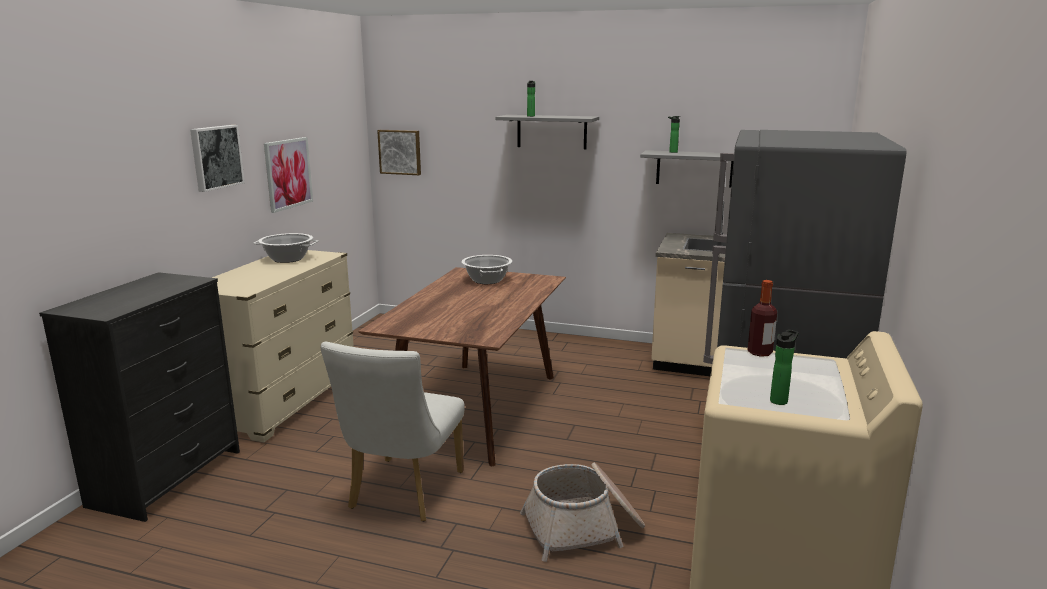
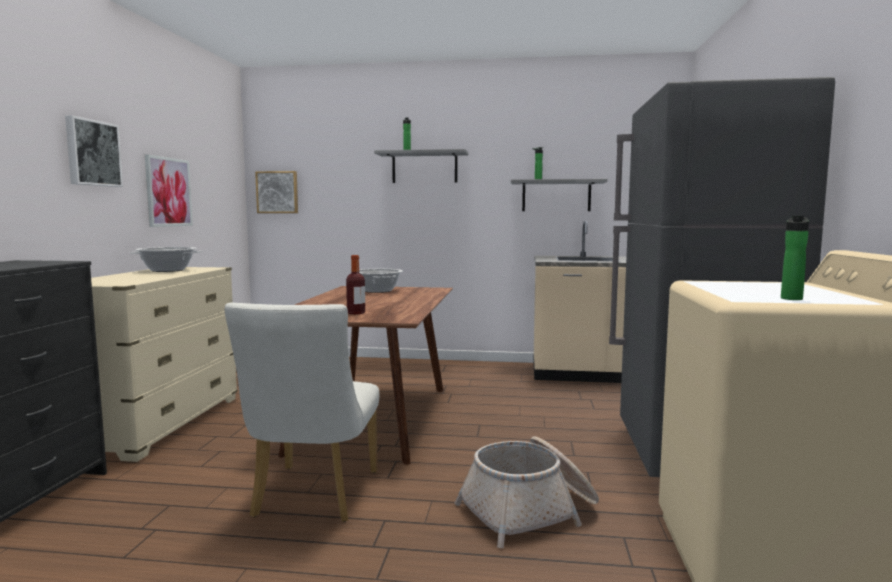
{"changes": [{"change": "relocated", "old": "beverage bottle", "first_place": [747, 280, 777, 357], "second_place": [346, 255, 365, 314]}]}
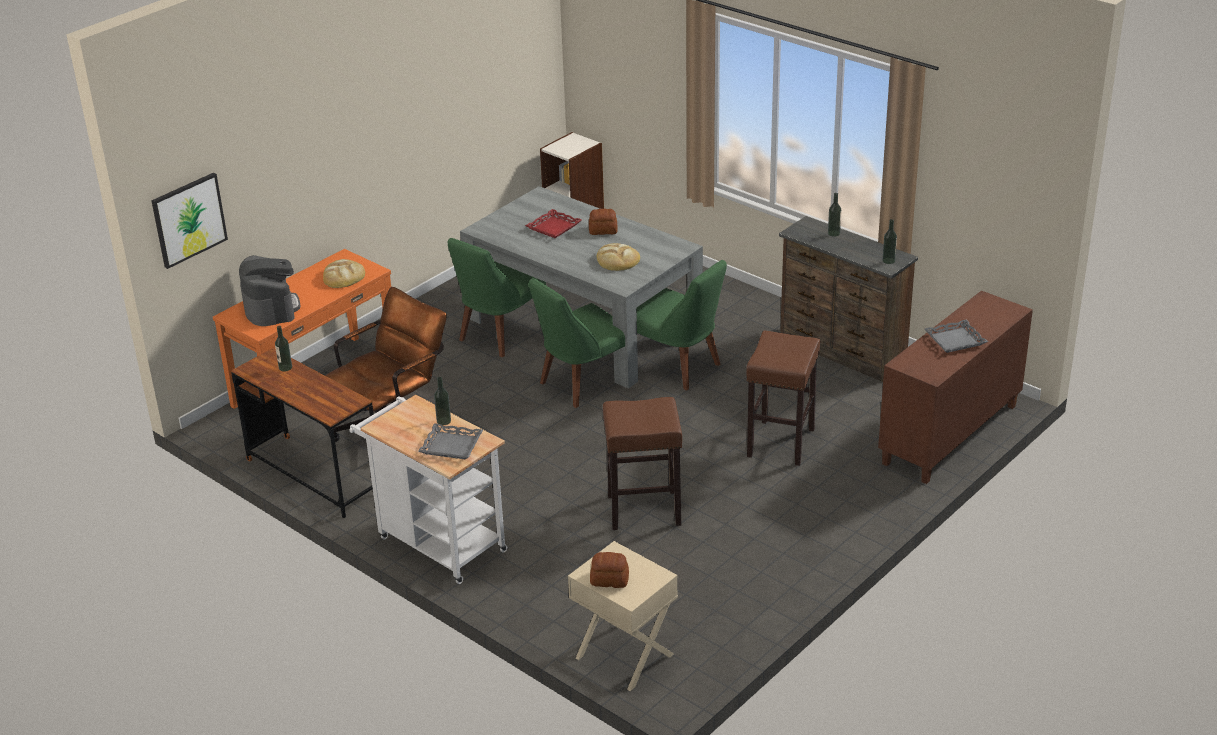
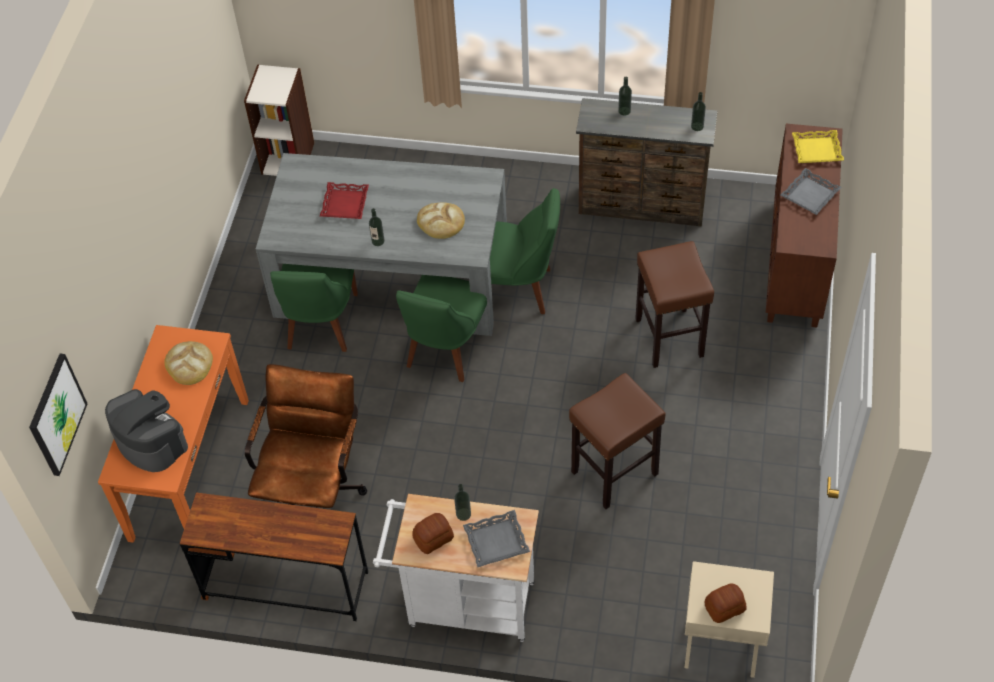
{"changes": [{"change": "relocated", "old": "beverage bottle", "first_place": [275, 326, 292, 372], "second_place": [369, 208, 385, 246]}, {"change": "relocated", "old": "bakery bread", "first_place": [589, 209, 618, 235], "second_place": [412, 513, 454, 554]}, {"change": "appeared", "new": "yellowish carrying tray", "second_place": [792, 130, 844, 163]}]}
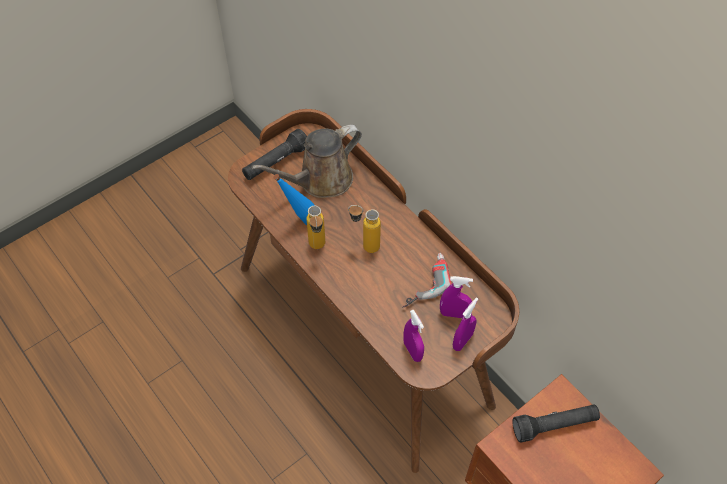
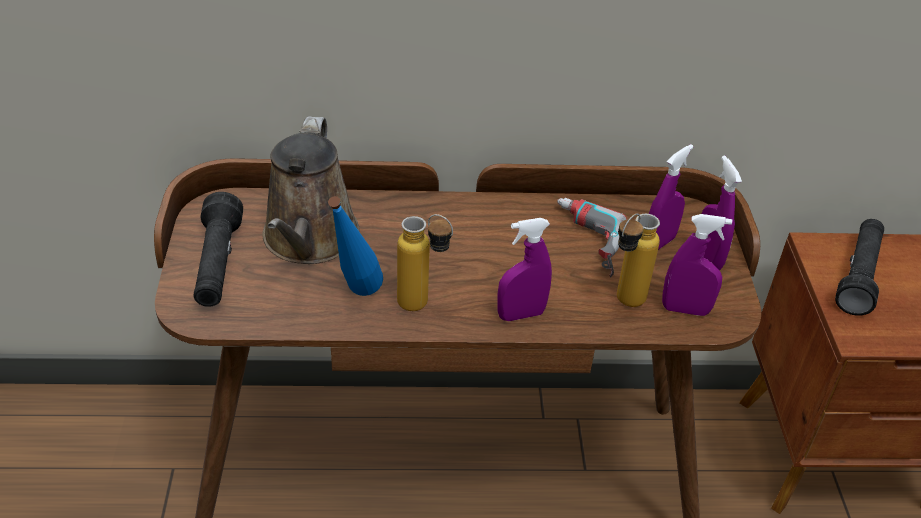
{"changes": [{"change": "relocated", "old": "beverage bottle", "first_place": [348, 205, 381, 253], "second_place": [617, 214, 660, 307]}, {"change": "appeared", "new": "purple-coloured spray bottle", "second_place": [497, 218, 552, 321]}]}
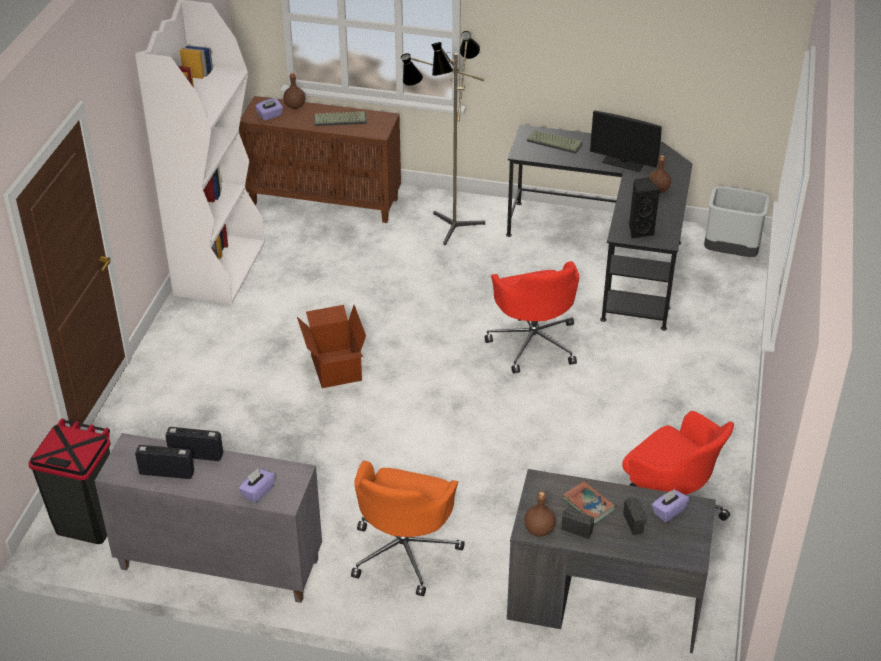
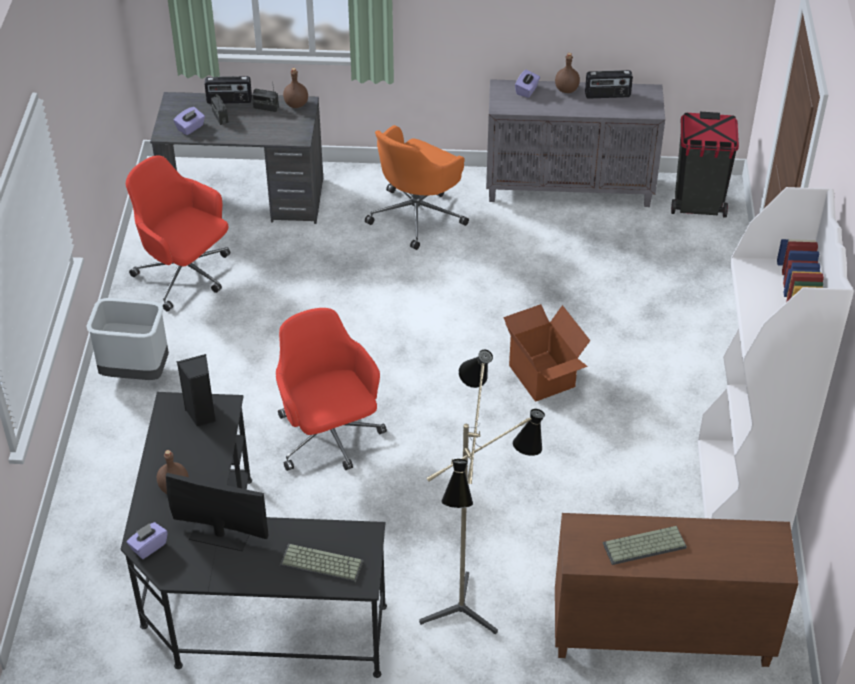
{"changes": [{"change": "relocated", "old": "radio set", "first_place": [165, 427, 223, 461], "second_place": [205, 76, 252, 104]}, {"change": "relocated", "old": "purple-coloured box of tissues", "first_place": [255, 98, 283, 121], "second_place": [126, 522, 168, 559]}, {"change": "relocated", "old": "brown-coloured beverage bottle", "first_place": [283, 73, 305, 109], "second_place": [555, 53, 580, 93]}, {"change": "spun", "old": "orange-coloured desk chair", "first_place": [351, 461, 465, 596], "second_place": [365, 125, 469, 250], "degrees": -150}, {"change": "missing", "old": "volume", "first_place": [563, 481, 616, 525]}, {"change": "relocated", "old": "grey rubbish bin", "first_place": [704, 186, 770, 257], "second_place": [87, 298, 169, 380]}]}
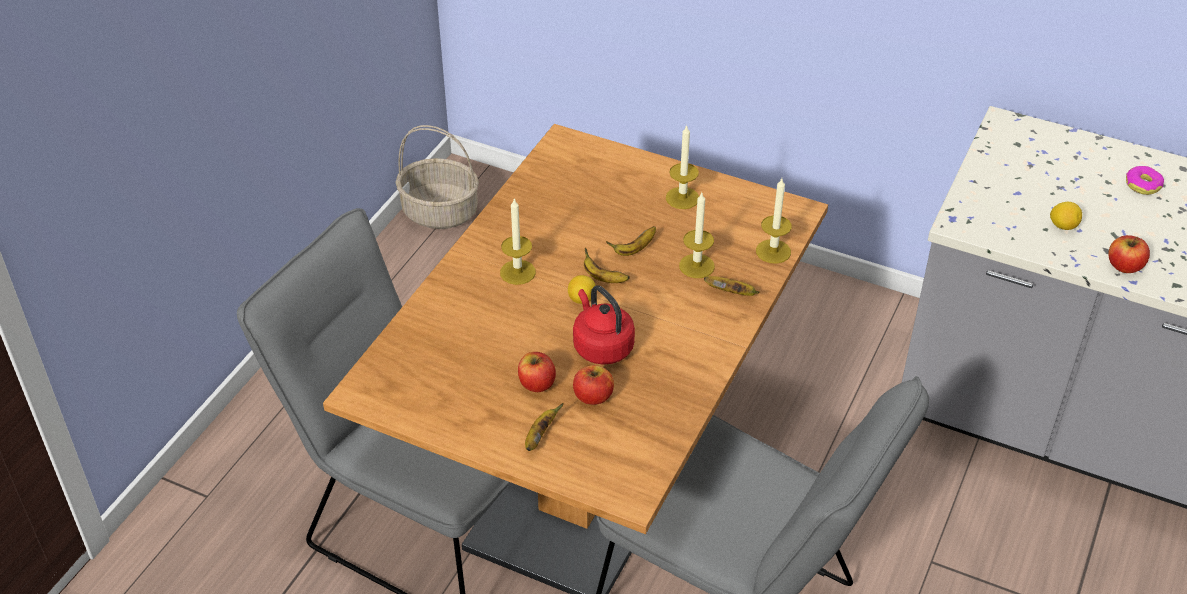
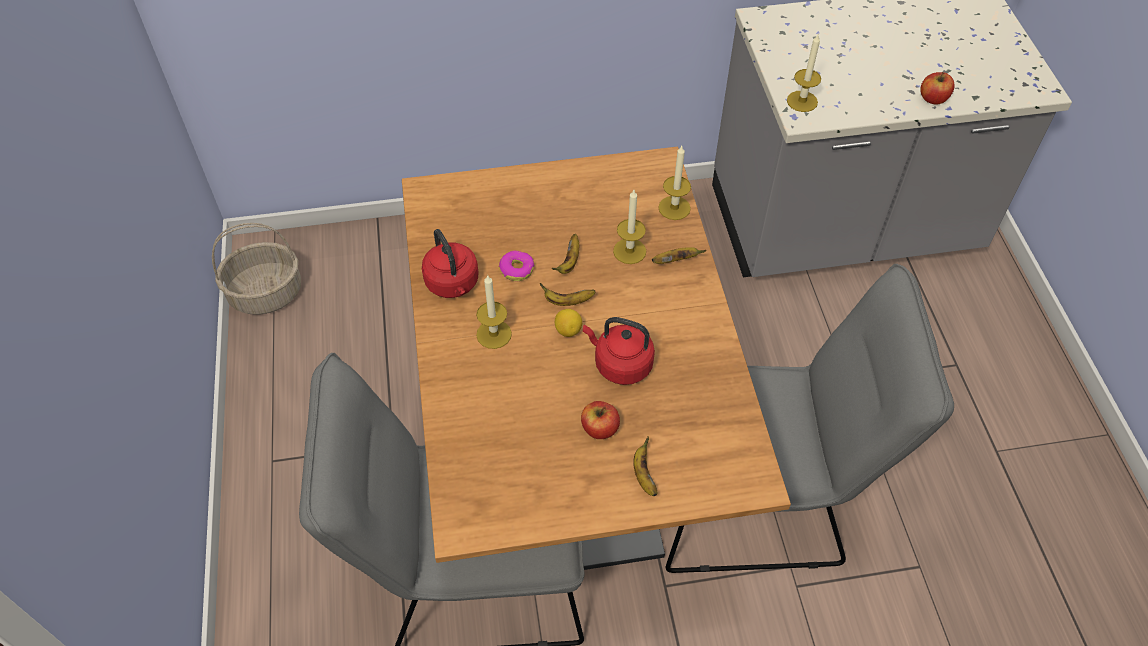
{"changes": [{"change": "missing", "old": "whole apple", "first_place": [573, 365, 614, 405]}, {"change": "relocated", "old": "wax candle", "first_place": [666, 125, 699, 209], "second_place": [787, 33, 821, 112]}, {"change": "missing", "old": "lemon", "first_place": [1050, 202, 1082, 230]}, {"change": "relocated", "old": "donut", "first_place": [1126, 166, 1164, 195], "second_place": [499, 251, 535, 281]}, {"change": "appeared", "new": "reddish water kettle", "second_place": [422, 229, 479, 298]}]}
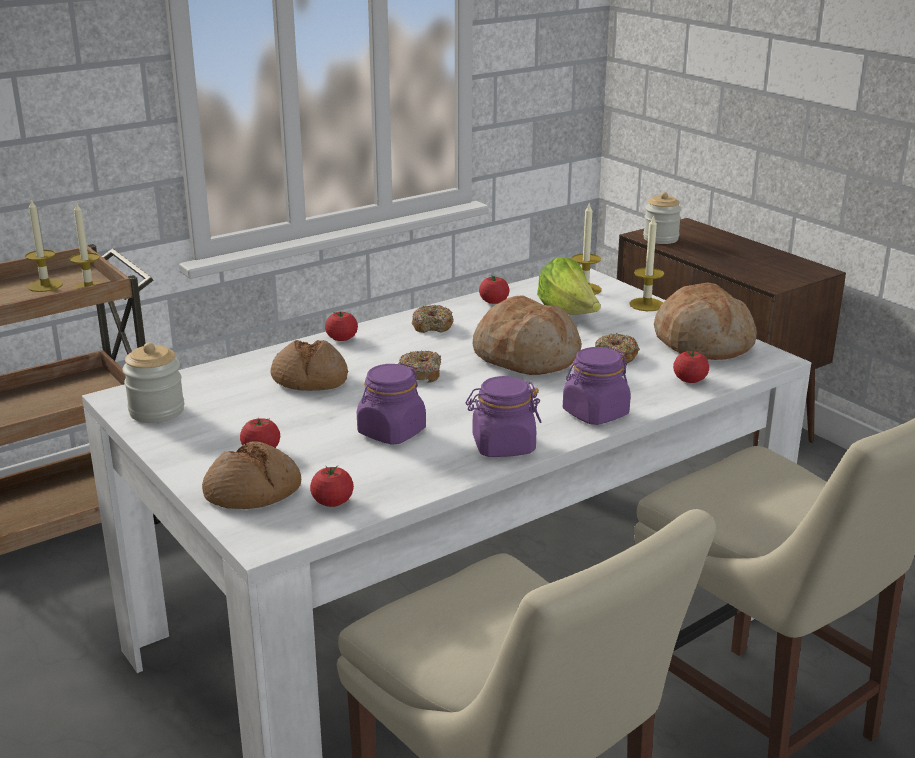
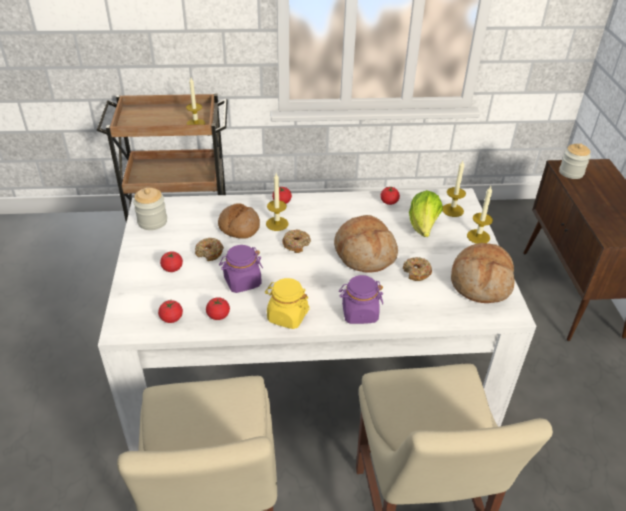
{"changes": [{"change": "relocated", "old": "wax candle", "first_place": [25, 199, 63, 292], "second_place": [266, 173, 288, 231]}, {"change": "missing", "old": "bakery bread", "first_place": [202, 442, 301, 509]}, {"change": "relocated", "old": "donut", "first_place": [412, 305, 454, 333], "second_place": [195, 238, 224, 261]}, {"change": "colour", "old": "purple-coloured preserve jar", "new": "yellowish preserve jar", "first_place": [466, 376, 542, 457], "second_place": [265, 278, 310, 329]}, {"change": "relocated", "old": "whole tomato", "first_place": [673, 350, 709, 383], "second_place": [206, 297, 230, 320]}]}
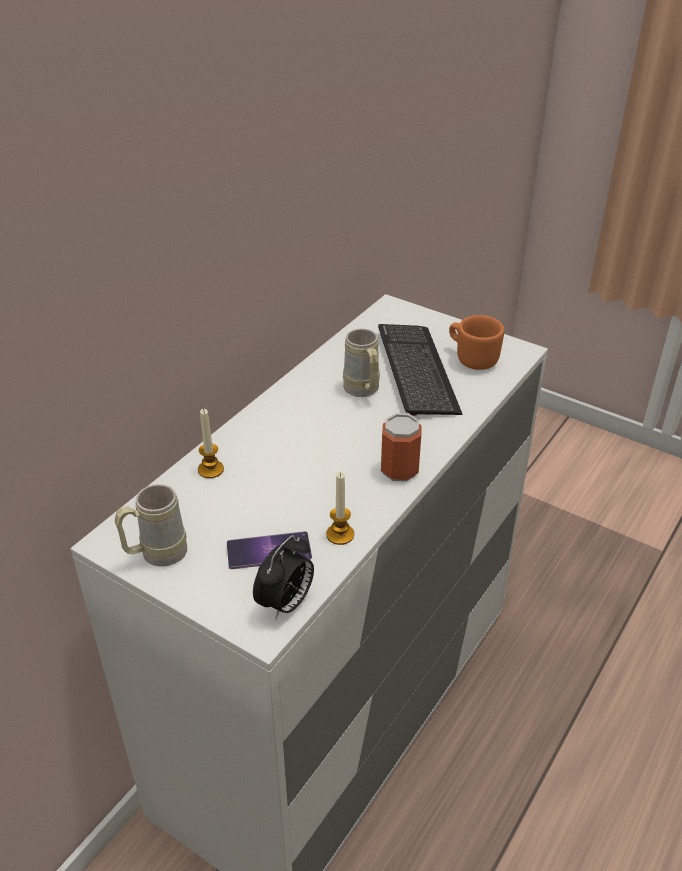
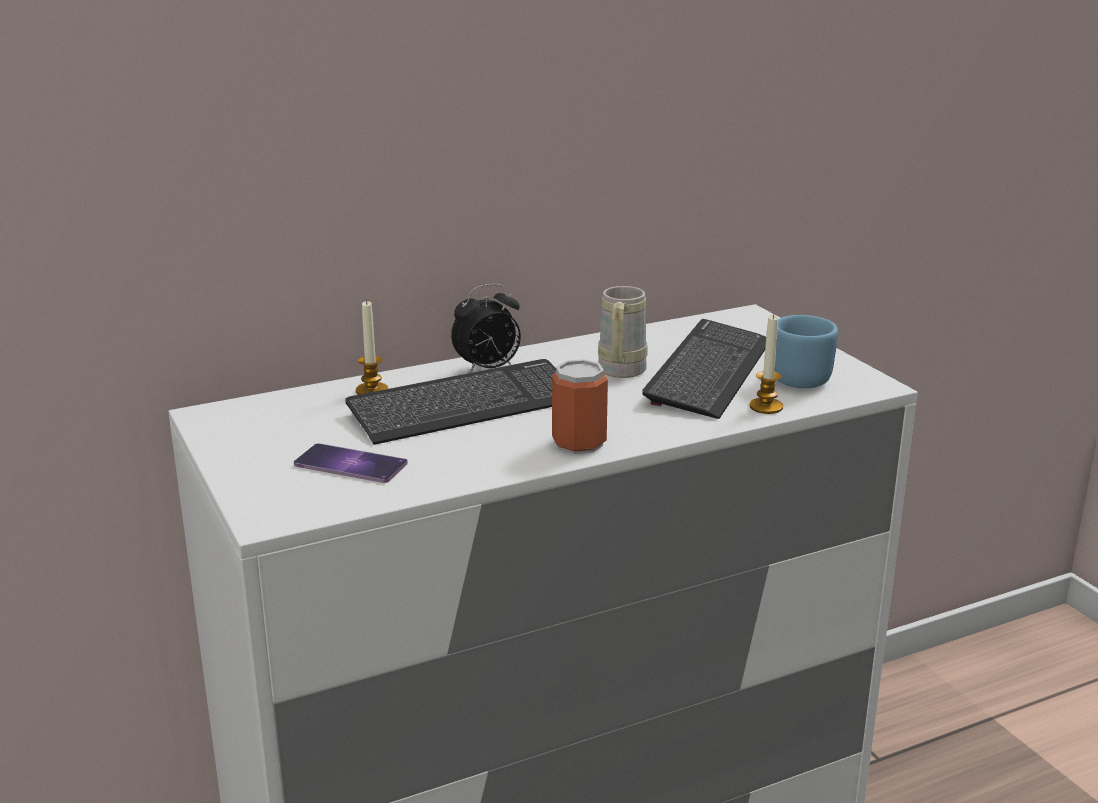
{"changes": [{"change": "missing", "old": "sand-coloured coffee mug", "first_place": [115, 484, 187, 567]}, {"change": "relocated", "old": "bedside clock", "first_place": [253, 535, 314, 620], "second_place": [451, 284, 521, 373]}, {"change": "relocated", "old": "wax candle", "first_place": [326, 472, 354, 545], "second_place": [749, 314, 783, 414]}, {"change": "colour", "old": "orange-coloured coffee mug", "new": "blue-coloured coffee mug", "first_place": [449, 315, 504, 370], "second_place": [775, 315, 838, 388]}, {"change": "appeared", "new": "keyboard", "second_place": [345, 359, 556, 445]}]}
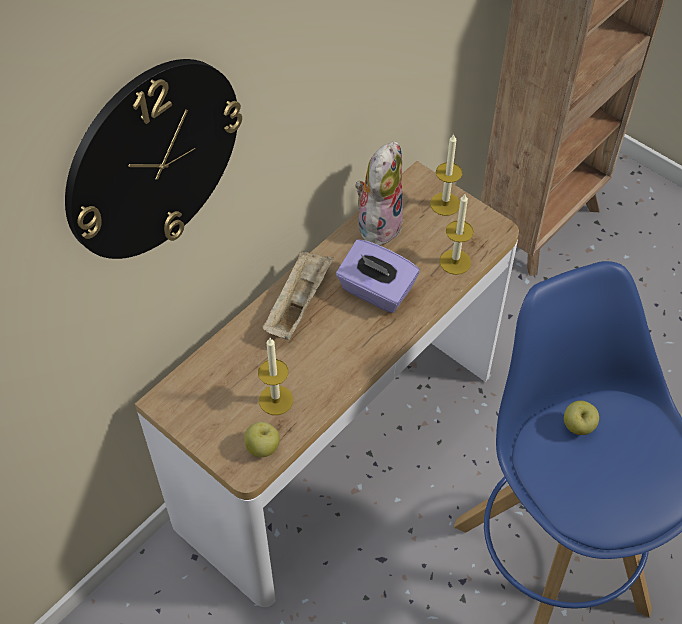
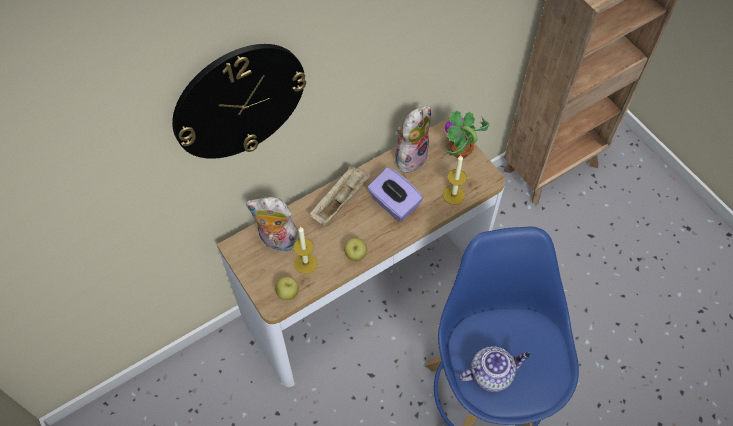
{"changes": [{"change": "exchanged", "old": "wax candle", "new": "houseplant", "first_place": [430, 134, 463, 216], "second_place": [444, 110, 489, 158]}, {"change": "relocated", "old": "whole apple", "first_place": [564, 400, 599, 435], "second_place": [344, 238, 367, 261]}, {"change": "appeared", "new": "cuddly toy", "second_place": [246, 197, 300, 252]}, {"change": "appeared", "new": "tea pot", "second_place": [459, 346, 530, 392]}]}
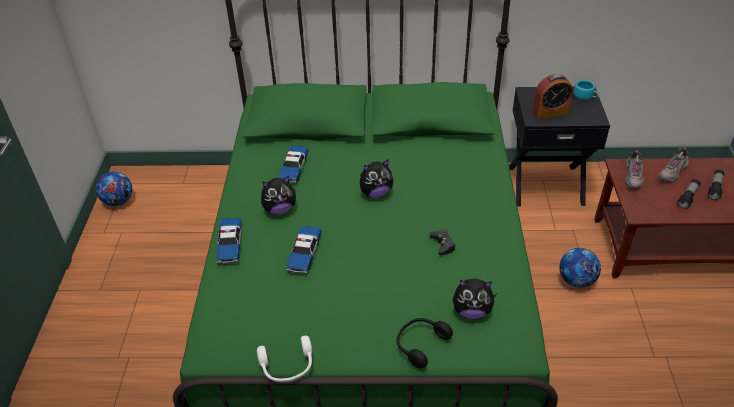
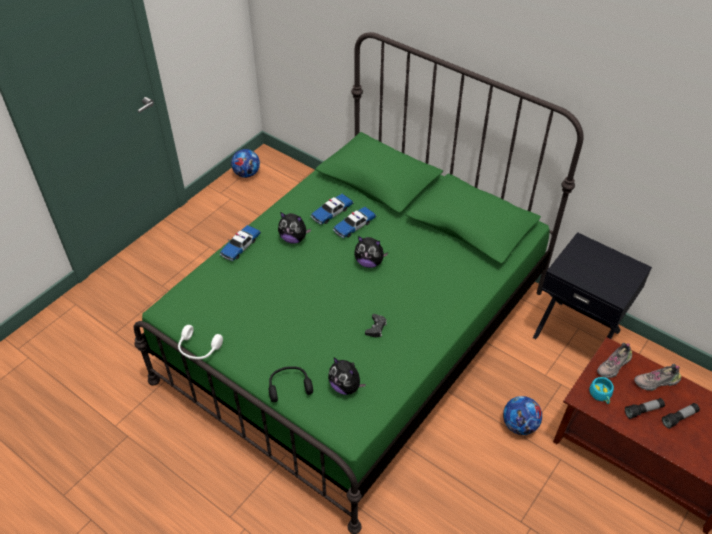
{"changes": [{"change": "relocated", "old": "miniature car", "first_place": [286, 226, 322, 274], "second_place": [333, 207, 376, 239]}, {"change": "missing", "old": "bedside clock", "first_place": [532, 74, 574, 119]}, {"change": "relocated", "old": "turquoise-coloured small cup", "first_place": [573, 80, 599, 100], "second_place": [589, 377, 614, 404]}]}
